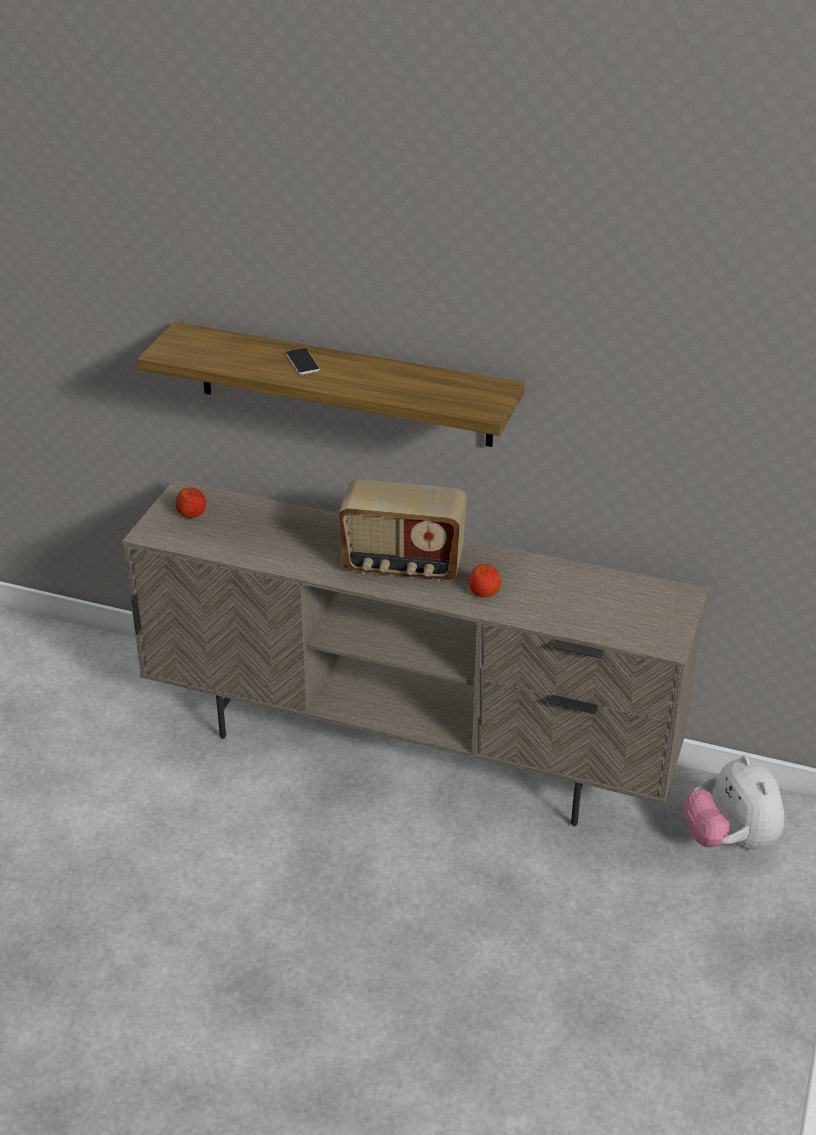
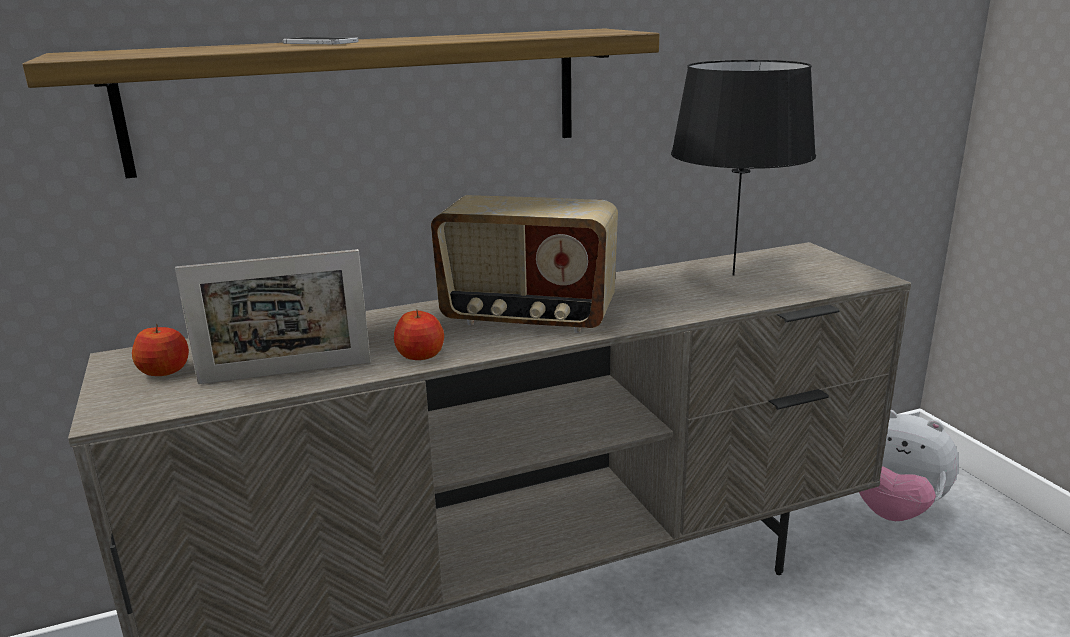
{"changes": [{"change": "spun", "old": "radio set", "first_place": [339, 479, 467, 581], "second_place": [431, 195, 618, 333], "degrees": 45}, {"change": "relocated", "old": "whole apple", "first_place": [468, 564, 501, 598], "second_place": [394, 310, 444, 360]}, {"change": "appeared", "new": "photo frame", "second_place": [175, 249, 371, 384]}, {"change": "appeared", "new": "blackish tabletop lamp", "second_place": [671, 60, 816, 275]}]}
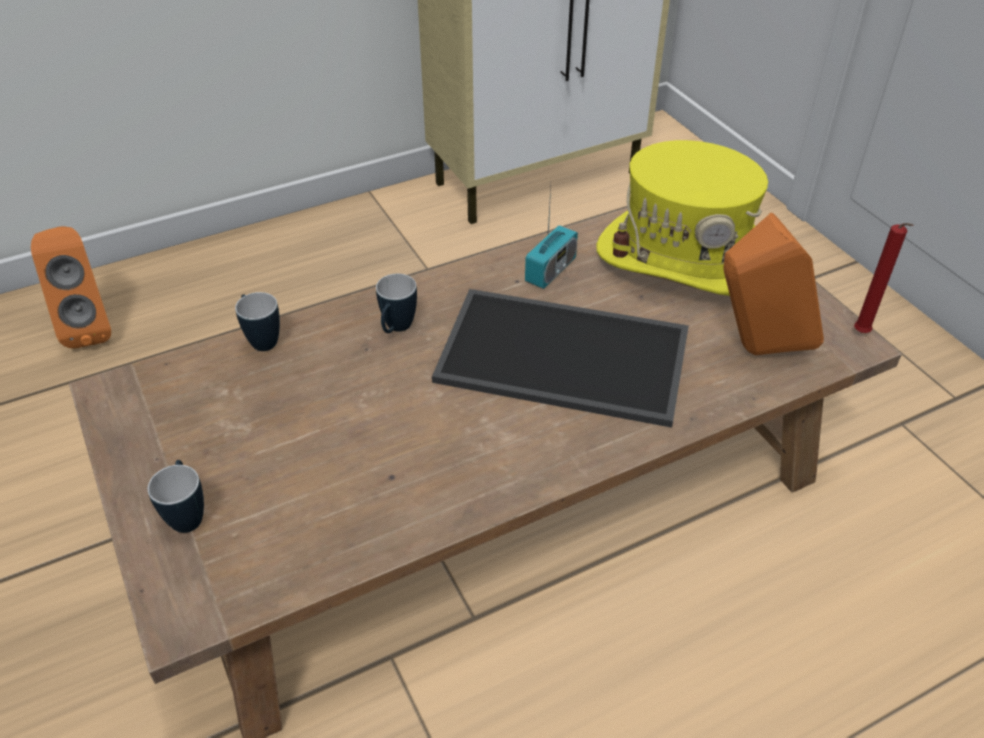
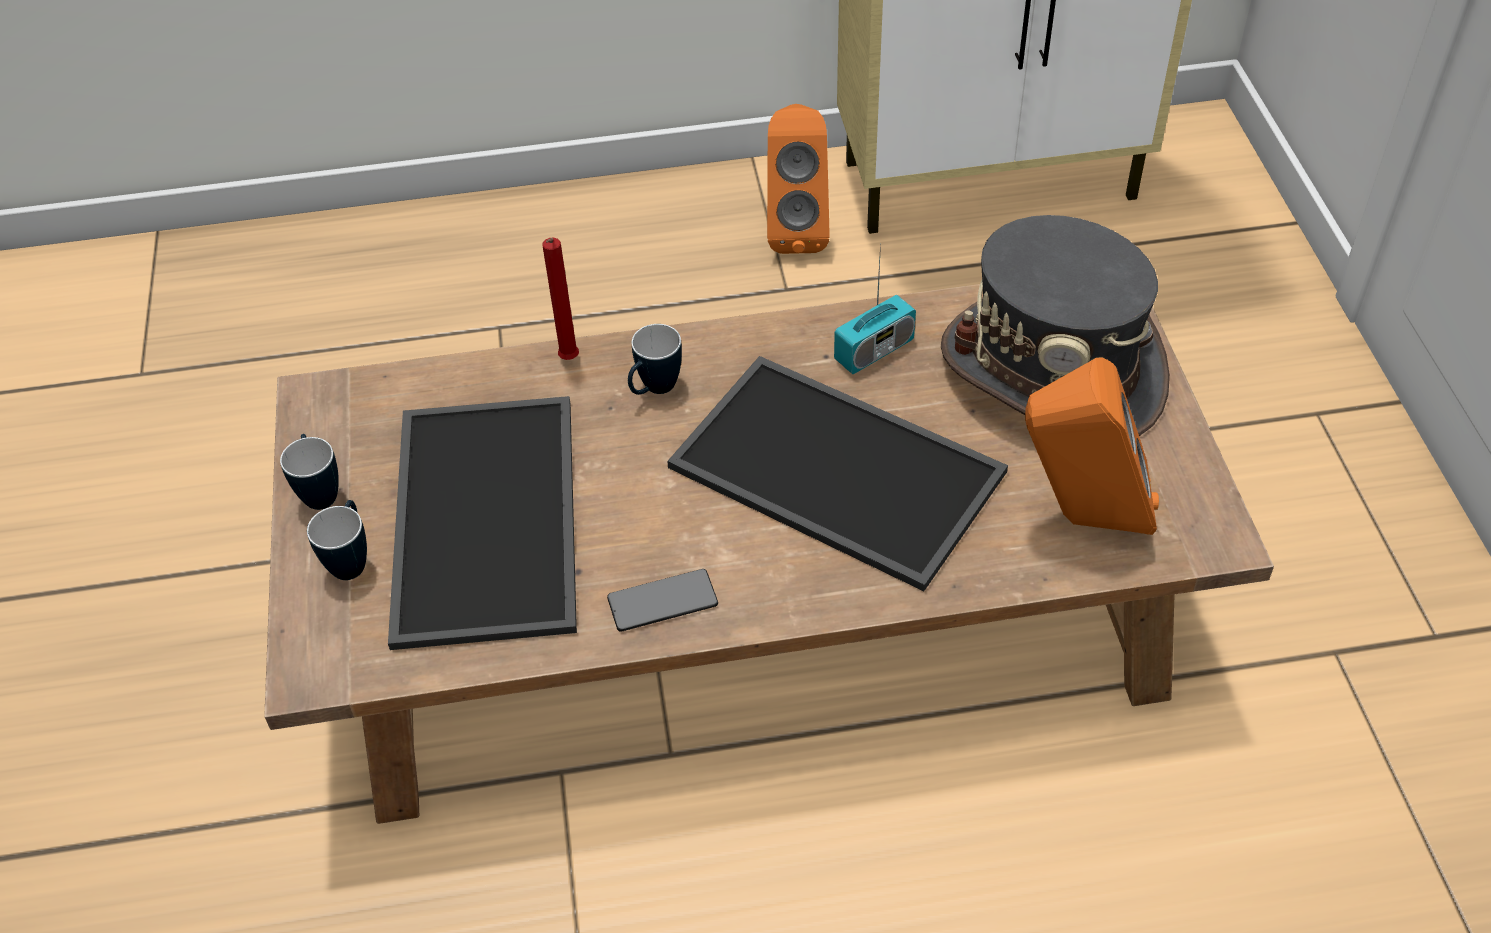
{"changes": [{"change": "relocated", "old": "orange-coloured audio speaker", "first_place": [31, 226, 111, 349], "second_place": [767, 104, 830, 254]}, {"change": "relocated", "old": "coffee mug", "first_place": [235, 292, 280, 351], "second_place": [280, 434, 339, 510]}, {"change": "colour", "old": "yellowish wearable hat", "new": "grey wearable hat", "first_place": [596, 140, 768, 296], "second_place": [941, 215, 1170, 436]}, {"change": "relocated", "old": "reddish wax candle", "first_place": [854, 223, 914, 333], "second_place": [542, 237, 579, 360]}, {"change": "appeared", "new": "carrying tray", "second_place": [388, 396, 577, 650]}, {"change": "appeared", "new": "handset", "second_place": [607, 569, 718, 632]}]}
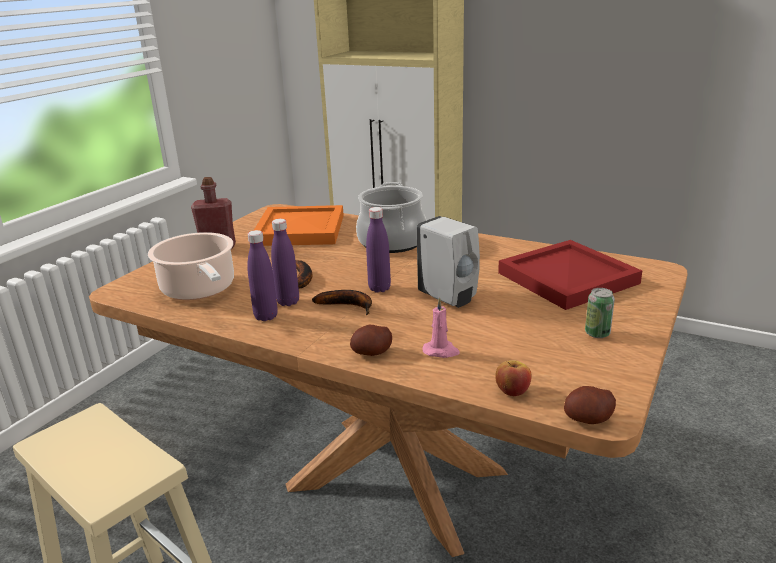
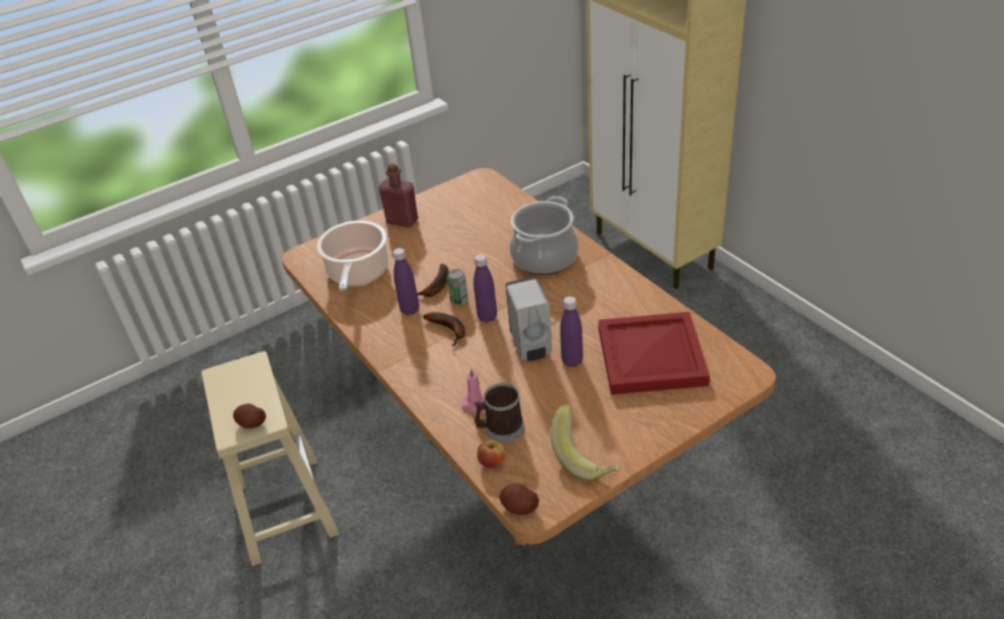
{"changes": [{"change": "relocated", "old": "purple-coloured beverage bottle", "first_place": [247, 230, 278, 321], "second_place": [560, 296, 583, 367]}, {"change": "missing", "old": "orange-coloured carrying tray", "first_place": [253, 205, 344, 246]}, {"change": "relocated", "old": "potato", "first_place": [350, 325, 392, 356], "second_place": [233, 404, 266, 428]}, {"change": "relocated", "old": "sealed can", "first_place": [585, 288, 615, 338], "second_place": [447, 269, 468, 305]}, {"change": "appeared", "new": "coffee mug", "second_place": [474, 383, 524, 443]}, {"change": "appeared", "new": "banana fruit", "second_place": [551, 404, 620, 481]}]}
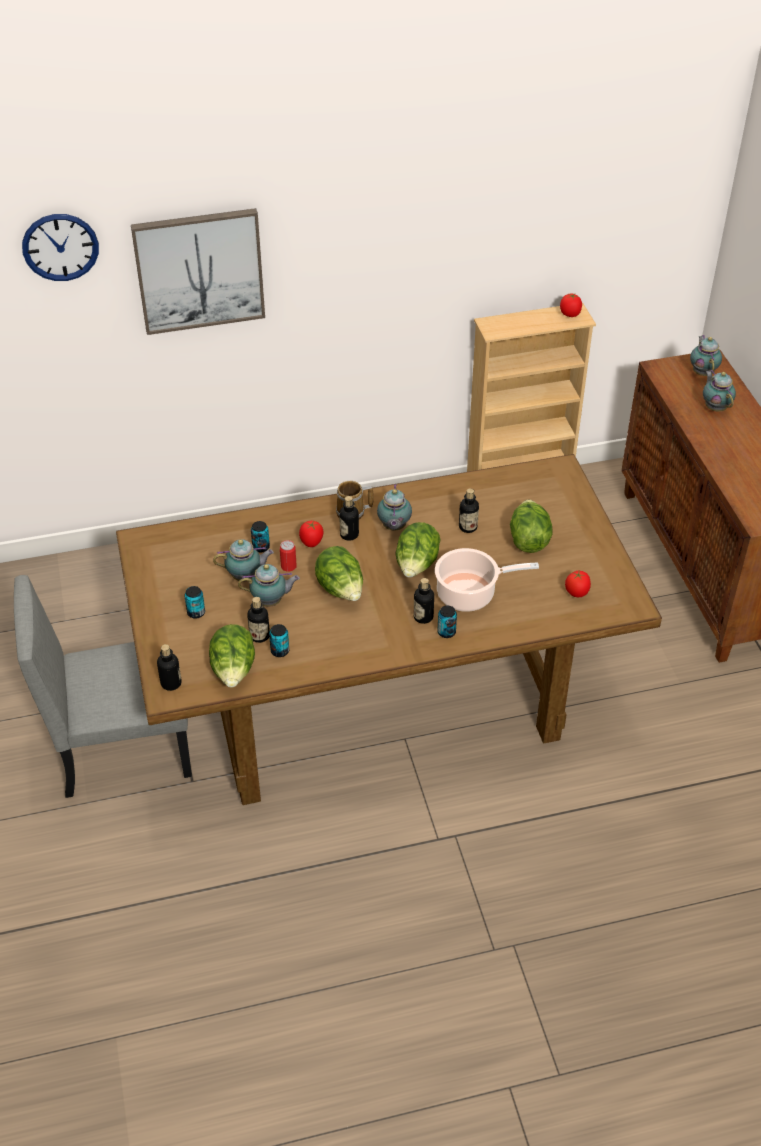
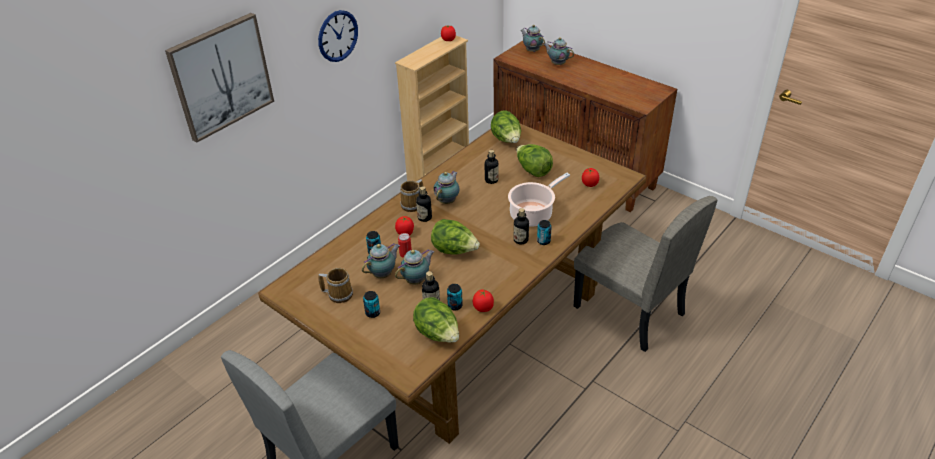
{"changes": [{"change": "relocated", "old": "clock on the wall", "first_place": [22, 214, 99, 281], "second_place": [318, 10, 358, 62]}, {"change": "missing", "old": "beverage bottle", "first_place": [157, 644, 182, 691]}, {"change": "spun", "old": "tea pot", "first_place": [377, 484, 412, 531], "second_place": [433, 171, 460, 204], "degrees": -120}, {"change": "relocated", "old": "lettuce", "first_place": [396, 522, 441, 578], "second_place": [491, 110, 521, 143]}, {"change": "appeared", "new": "coffee mug", "second_place": [319, 268, 353, 303]}, {"change": "appeared", "new": "whole tomato", "second_place": [473, 290, 494, 312]}, {"change": "appeared", "new": "sand-coloured chair", "second_place": [574, 196, 717, 352]}]}
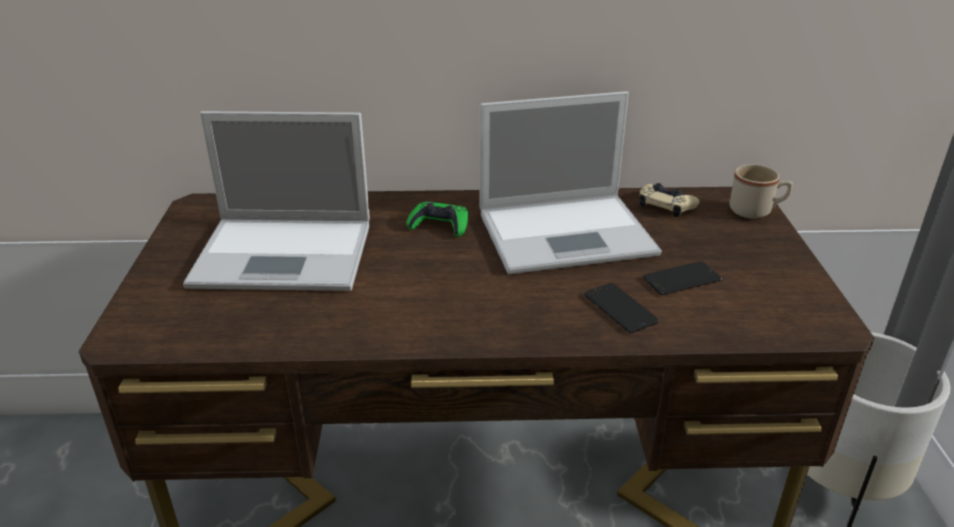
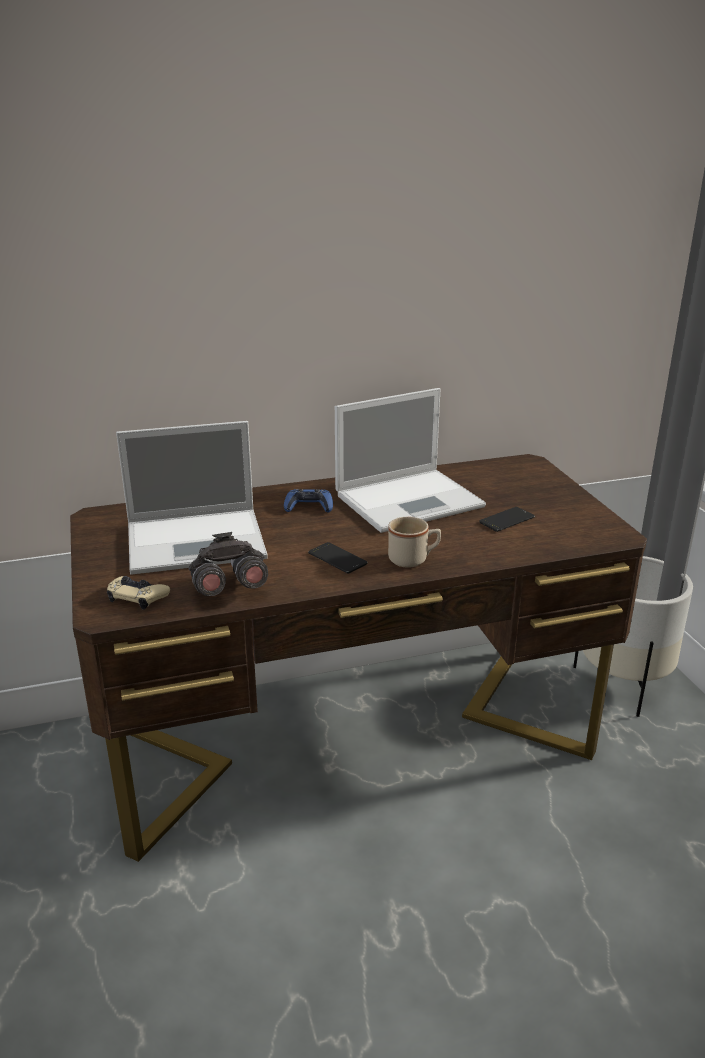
{"changes": [{"change": "colour", "old": "green-coloured joypad", "new": "blue-coloured joypad", "first_place": [406, 202, 468, 237], "second_place": [284, 489, 333, 513]}, {"change": "relocated", "old": "handset", "first_place": [584, 283, 659, 333], "second_place": [308, 542, 367, 573]}, {"change": "relocated", "old": "sand-coloured joypad", "first_place": [640, 183, 700, 217], "second_place": [107, 576, 170, 610]}, {"change": "relocated", "old": "sand-coloured coffee mug", "first_place": [730, 164, 793, 219], "second_place": [388, 517, 441, 568]}, {"change": "appeared", "new": "grey pair of binoculars", "second_place": [188, 532, 268, 596]}]}
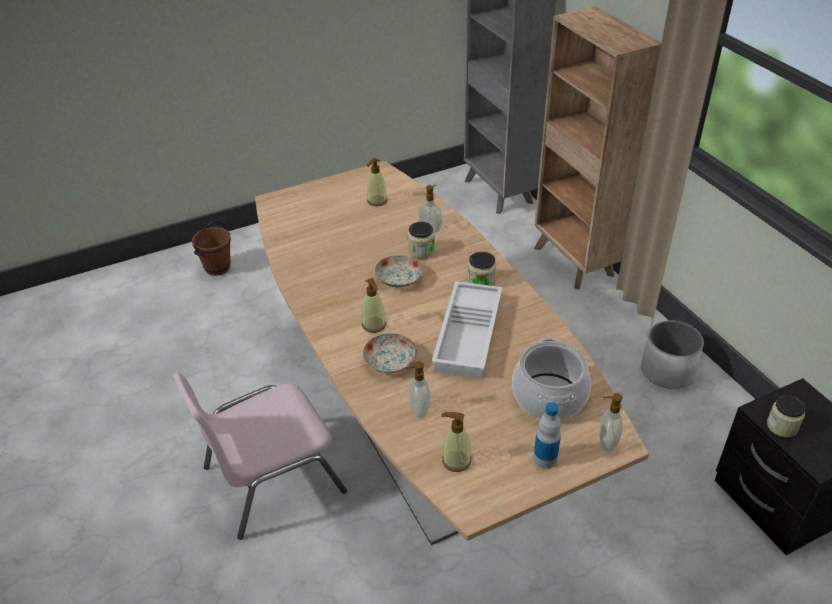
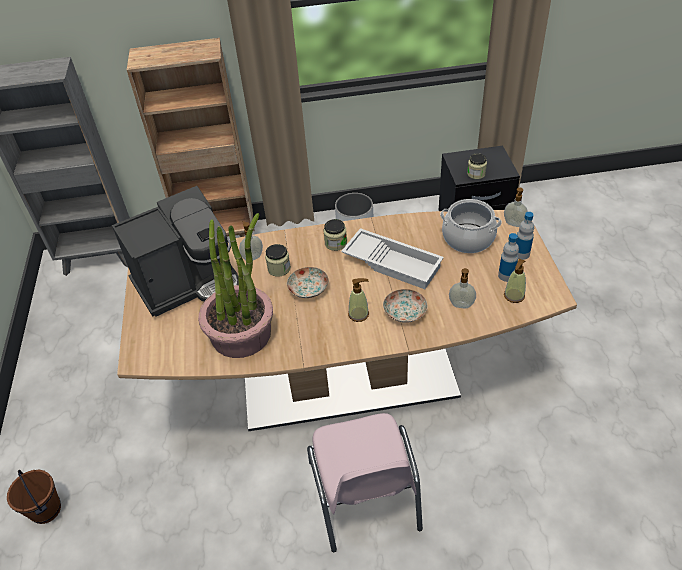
{"changes": [{"change": "exchanged", "old": "liquid soap bottle", "new": "coffee machine", "first_place": [366, 158, 387, 206], "second_place": [112, 186, 239, 317]}, {"change": "appeared", "new": "houseplant", "second_place": [198, 213, 273, 358]}, {"change": "appeared", "new": "beverage bottle", "second_place": [498, 233, 519, 282]}]}
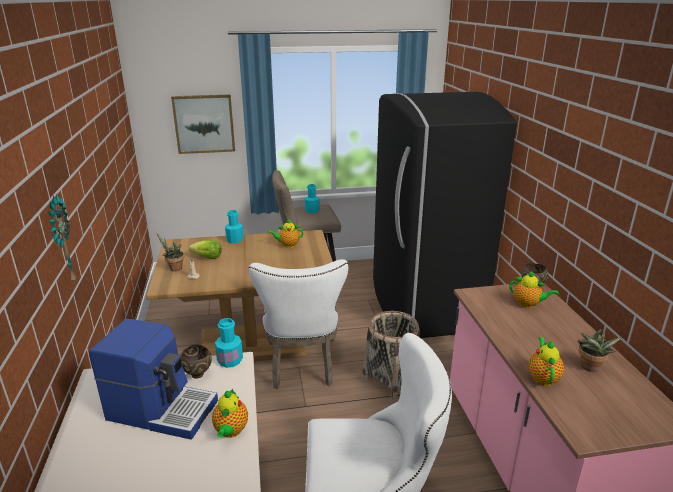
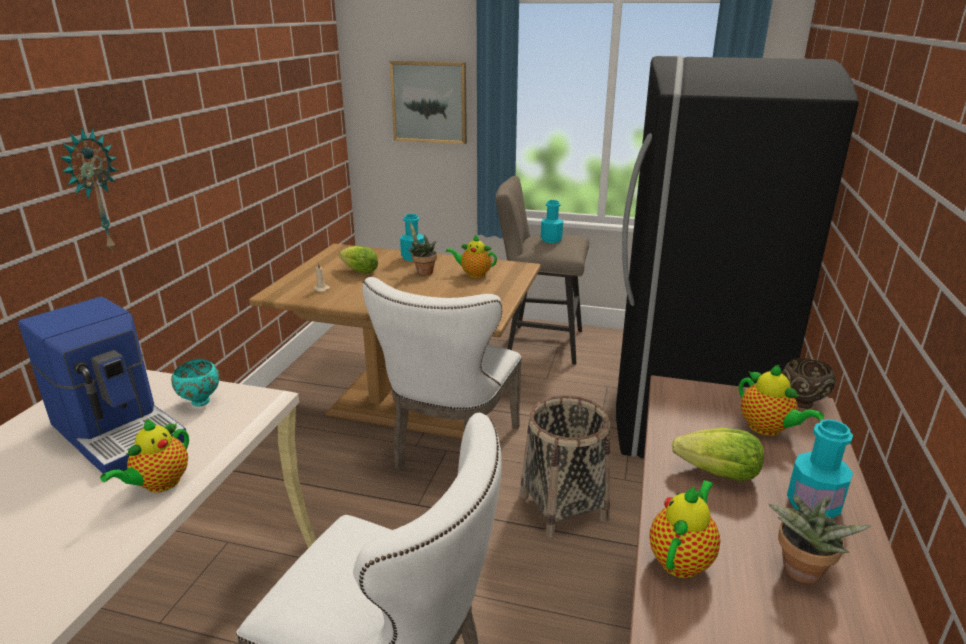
{"changes": [{"change": "relocated", "old": "houseplant", "first_place": [157, 233, 184, 271], "second_place": [407, 222, 437, 275]}, {"change": "colour", "old": "brown-coloured deep dish", "new": "turquoise-coloured deep dish", "first_place": [181, 345, 212, 379], "second_place": [171, 359, 220, 406]}, {"change": "relocated", "old": "turquoise-coloured beverage bottle", "first_place": [215, 318, 243, 368], "second_place": [787, 419, 853, 518]}, {"change": "appeared", "new": "lettuce", "second_place": [672, 428, 764, 481]}]}
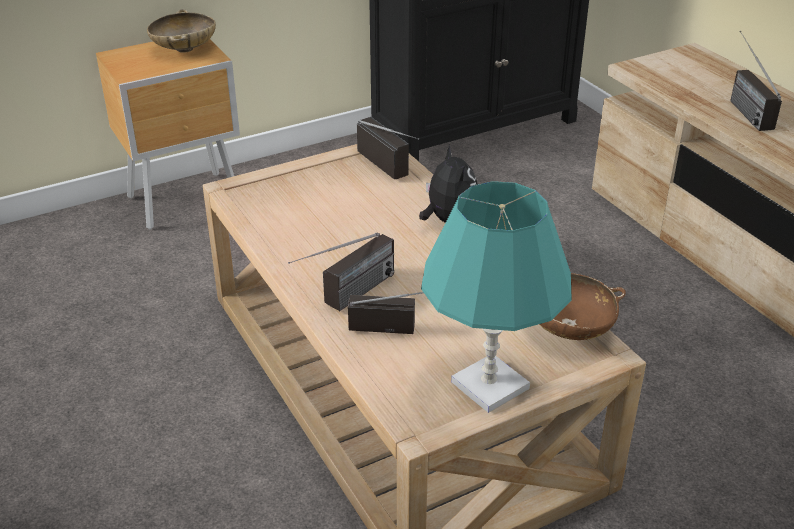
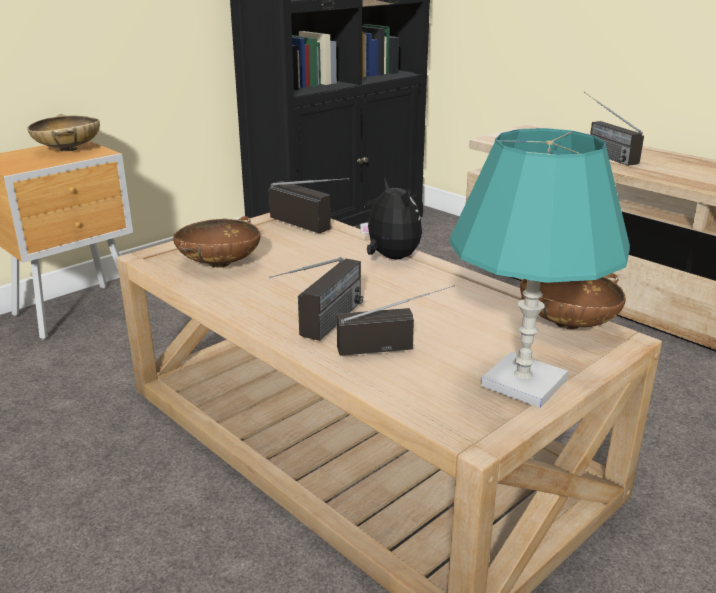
{"changes": [{"change": "appeared", "new": "brown-coloured deep dish", "second_place": [173, 216, 260, 268]}]}
